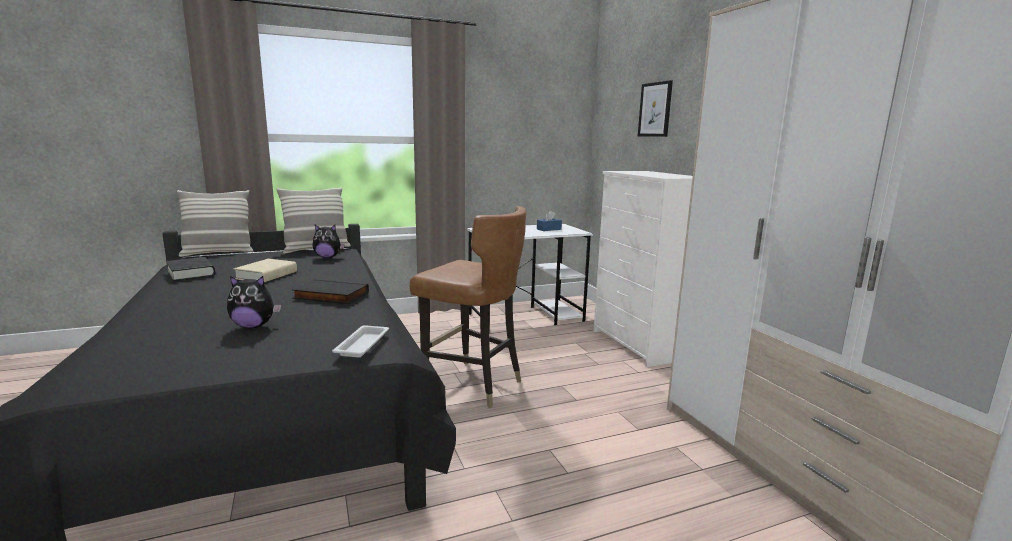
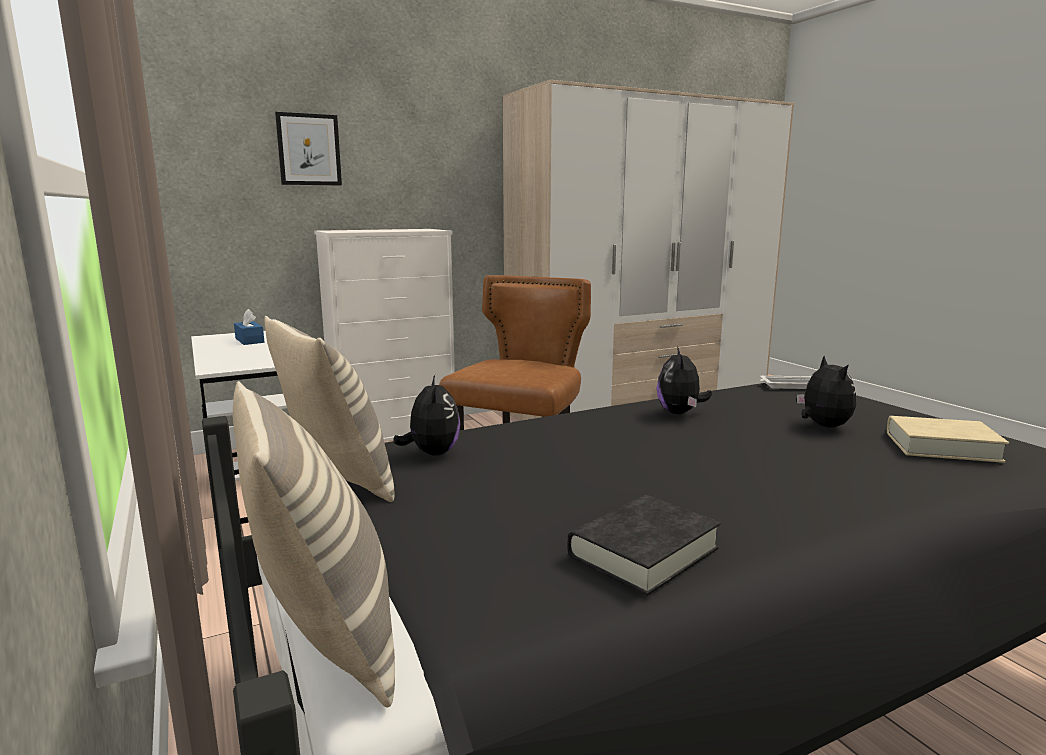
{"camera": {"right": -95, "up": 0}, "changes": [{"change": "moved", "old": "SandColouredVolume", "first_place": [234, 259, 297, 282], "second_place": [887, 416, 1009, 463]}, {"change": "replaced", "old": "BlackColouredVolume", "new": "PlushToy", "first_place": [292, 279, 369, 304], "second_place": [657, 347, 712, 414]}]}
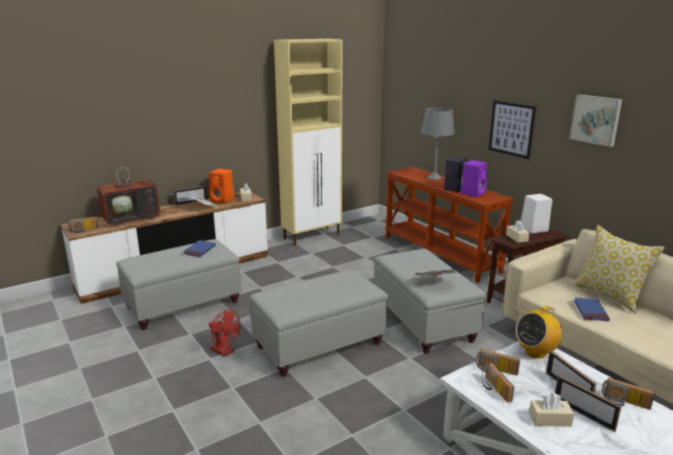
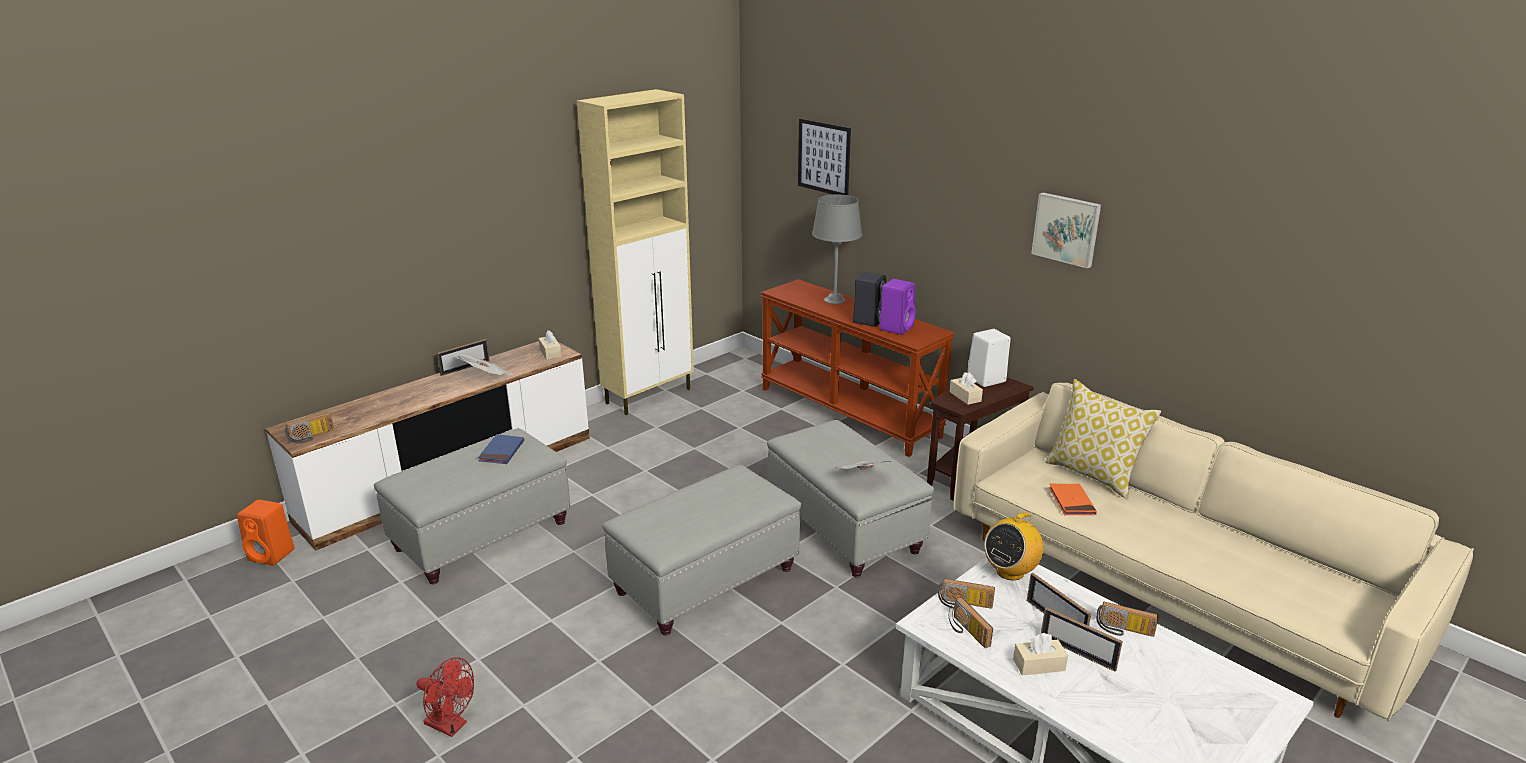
{"camera": {"right": -10, "up": 5}, "changes": [{"change": "moved", "old": "WallPicture", "first_place": [489, 100, 536, 159], "second_place": [798, 119, 851, 195]}, {"change": "removed", "old": "Tv", "first_place": [97, 154, 165, 227]}, {"change": "moved", "old": "OrangeColouredSpeaker", "first_place": [209, 169, 235, 204], "second_place": [237, 500, 294, 566]}, {"change": "recoloured", "old": "BlueVolume", "new": "OrangeColouredVolume", "first_place": [574, 298, 610, 321], "second_place": [1049, 484, 1097, 515]}, {"change": "moved", "old": "RedColouredCoolingFan", "first_place": [209, 309, 241, 357], "second_place": [417, 657, 474, 737]}]}
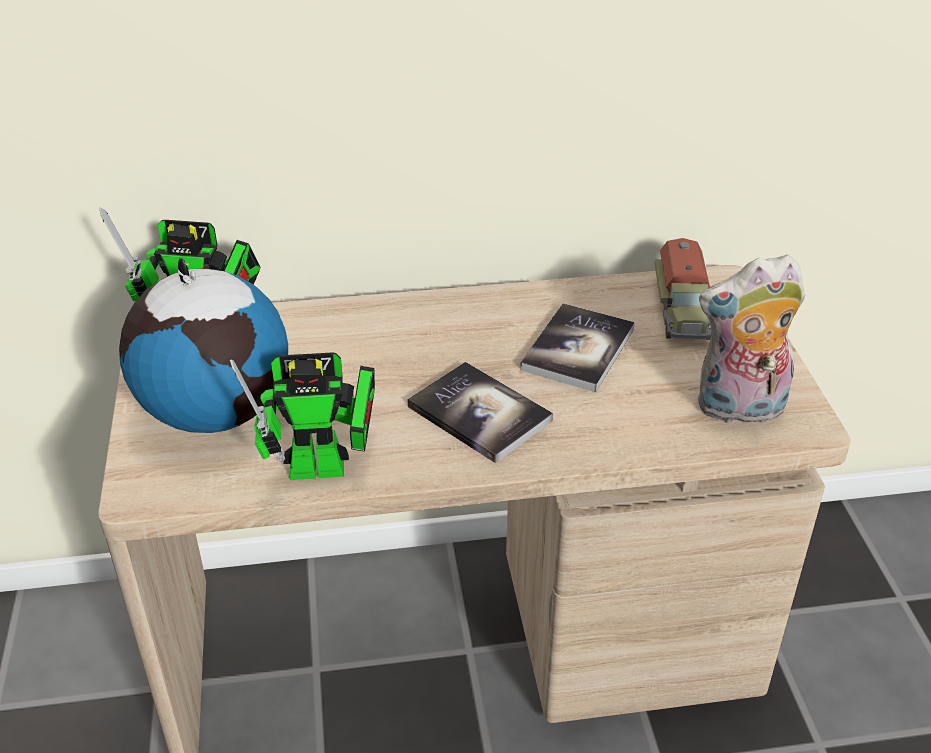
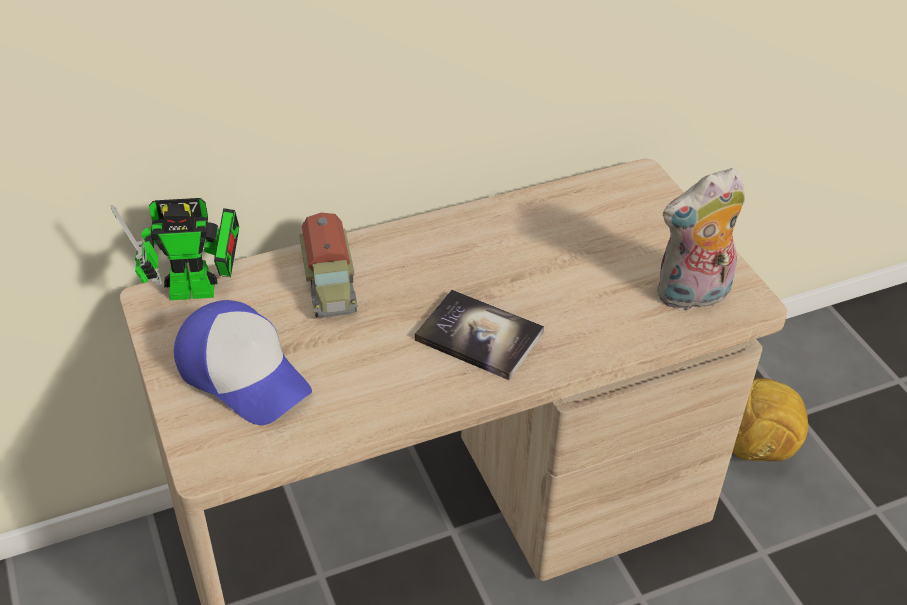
{"camera": {"right": -15, "up": 5}, "changes": [{"change": "moved", "old": "ToyTruck", "first_place": [655, 238, 711, 340], "second_place": [299, 213, 358, 318]}, {"change": "replaced", "old": "DeskGlobe", "new": "Cap", "first_place": [119, 258, 288, 433], "second_place": [174, 300, 312, 425]}, {"change": "removed", "old": "Volume", "first_place": [520, 303, 635, 392]}, {"change": "removed", "old": "ModelRobot", "first_place": [230, 352, 375, 480]}, {"change": "added", "new": "BallForFootball", "second_place": [732, 378, 808, 461]}]}
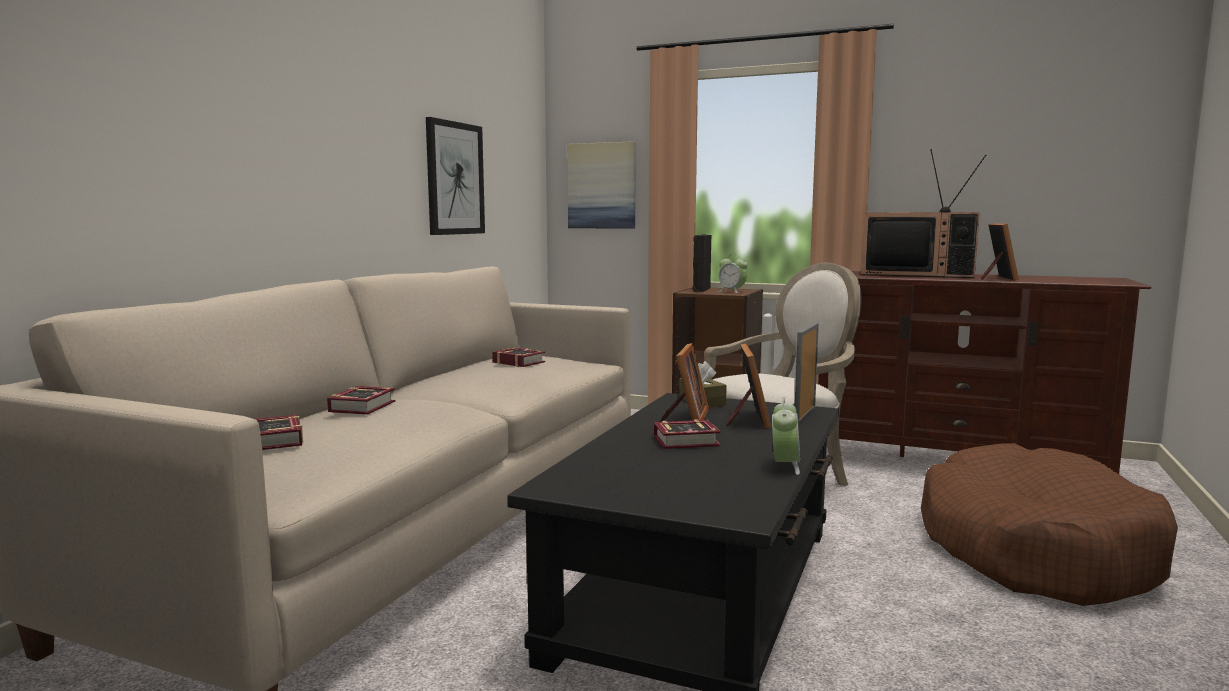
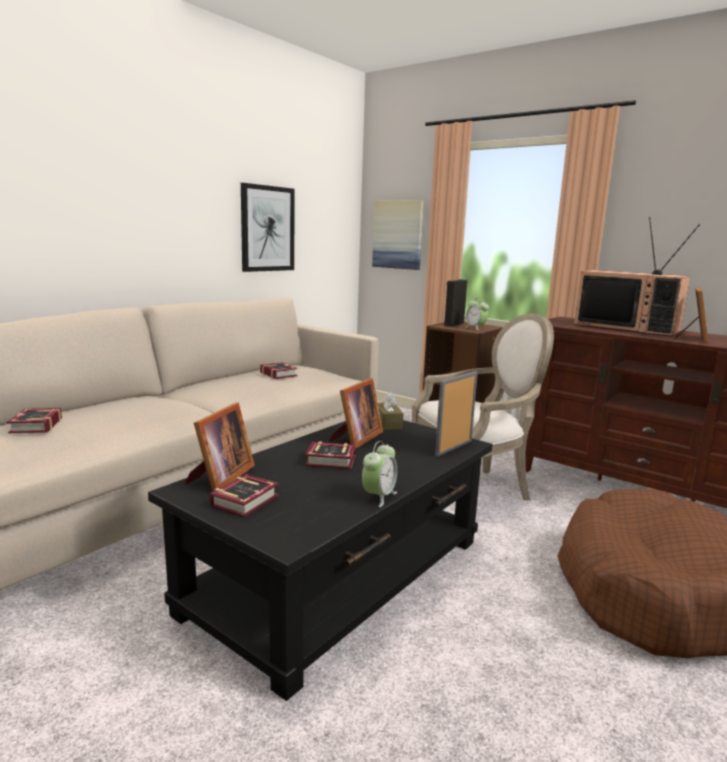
{"camera": {"right": 15, "up": 5}, "changes": [{"change": "moved", "old": "PictureFrame", "first_place": [726, 343, 771, 429], "second_place": [185, 403, 255, 492]}, {"change": "moved", "old": "Volume", "first_place": [327, 386, 395, 414], "second_place": [210, 474, 279, 518]}]}
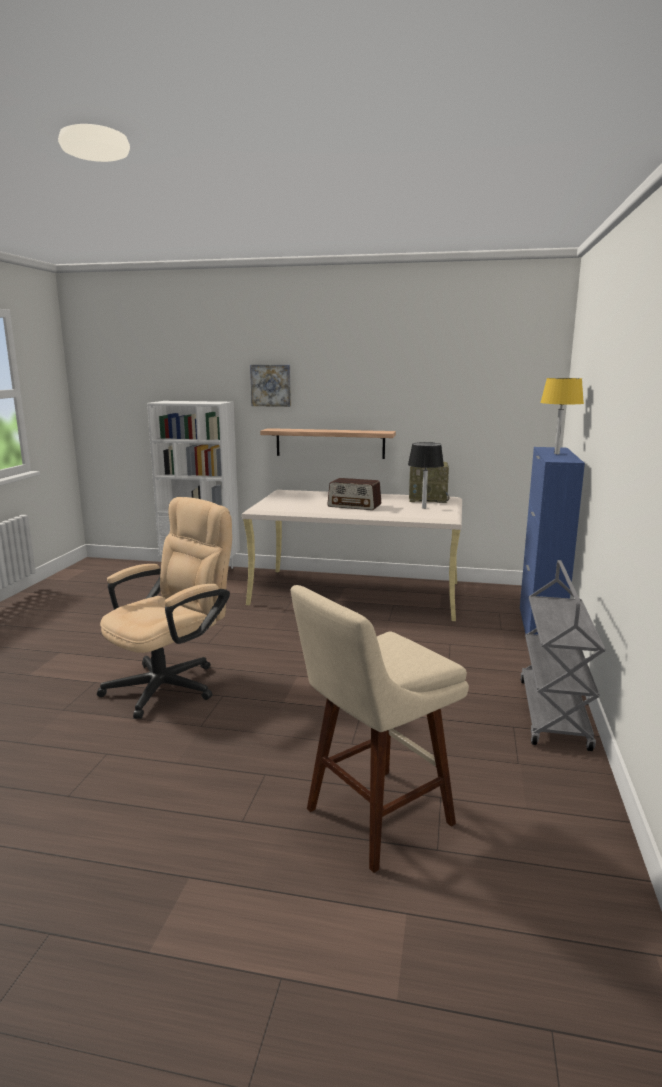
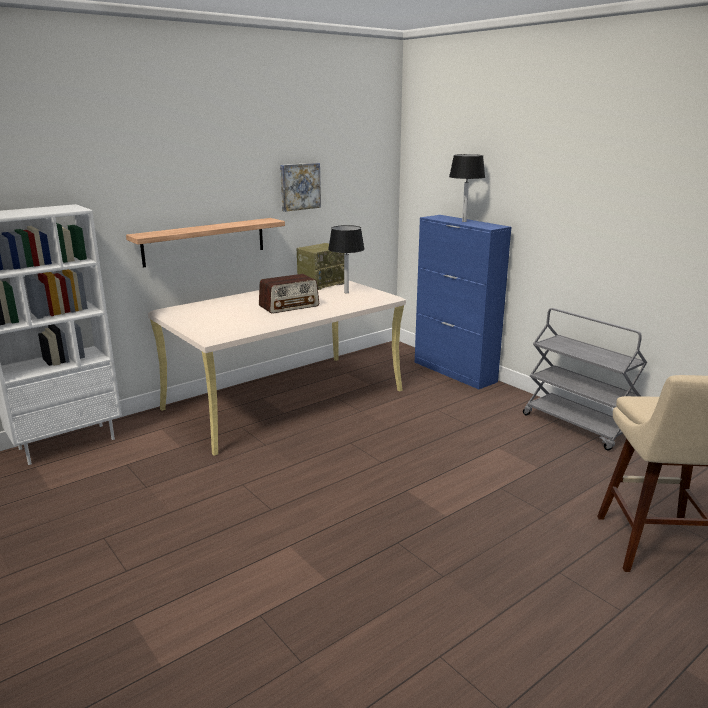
{"camera": {"right": -50, "up": 5}, "changes": [{"change": "moved", "old": "WallPicture", "first_place": [250, 365, 291, 407], "second_place": [280, 163, 321, 212]}, {"change": "recoloured", "old": "YellowColouredTabletopLamp", "new": "BlackColouredTabletopLamp", "first_place": [540, 378, 584, 454], "second_place": [449, 154, 485, 222]}, {"change": "removed", "old": "SandColouredComputerChair", "first_place": [97, 497, 232, 719]}]}
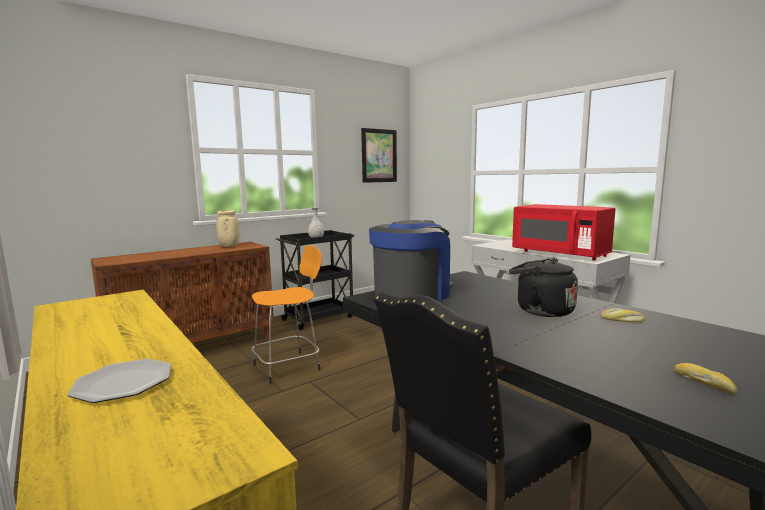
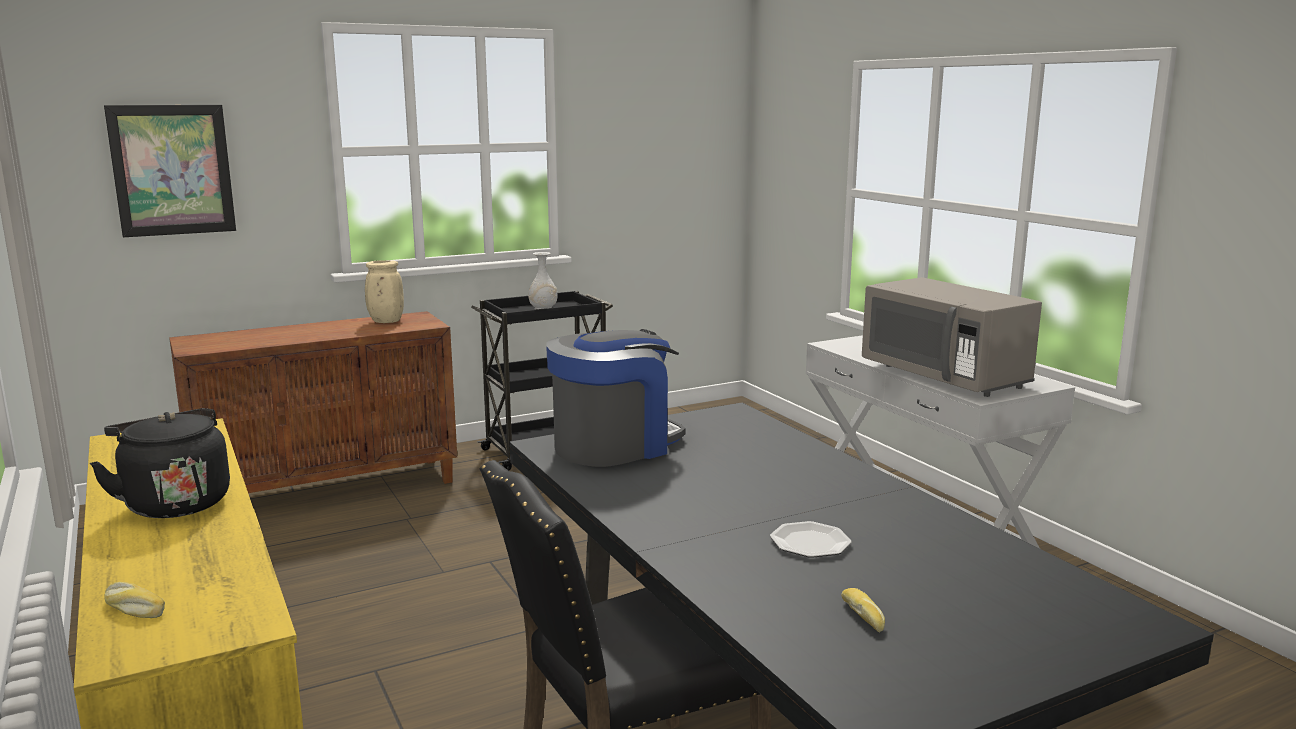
{"camera": {"right": 10, "up": 5}, "changes": [{"change": "moved", "old": "WallPicture", "first_place": [361, 128, 397, 183], "second_place": [104, 105, 236, 237]}, {"change": "recoloured", "old": "RedColouredKitchenMicrowave", "new": "GreyishKitchenMicrowave", "first_place": [512, 204, 616, 261], "second_place": [862, 277, 1042, 397]}, {"change": "removed", "old": "OrangeColouredStool", "first_place": [251, 245, 322, 384]}, {"change": "moved", "old": "BlackColouredWaterKettle", "first_place": [509, 259, 578, 317], "second_place": [90, 408, 230, 518]}, {"change": "moved", "old": "Bread", "first_place": [601, 308, 645, 322], "second_place": [104, 582, 165, 618]}, {"change": "moved", "old": "Plate", "first_place": [67, 359, 171, 403], "second_place": [770, 521, 852, 558]}]}
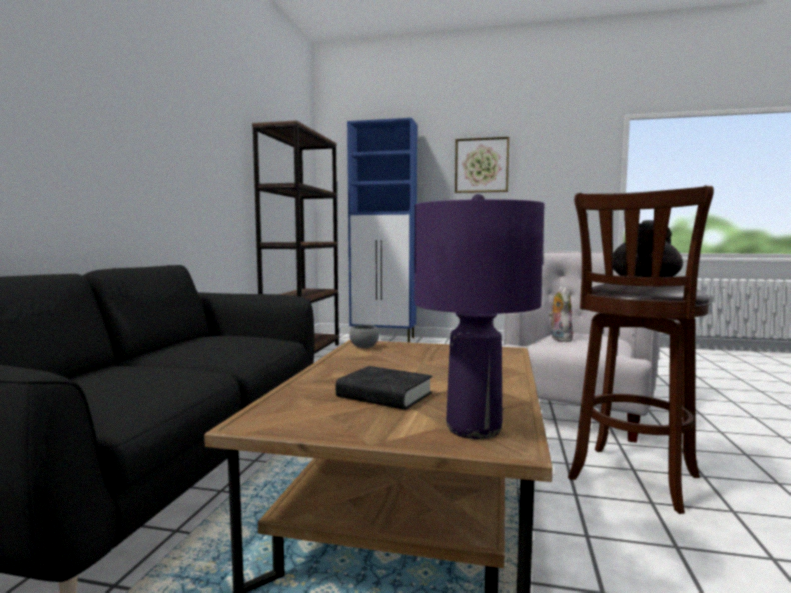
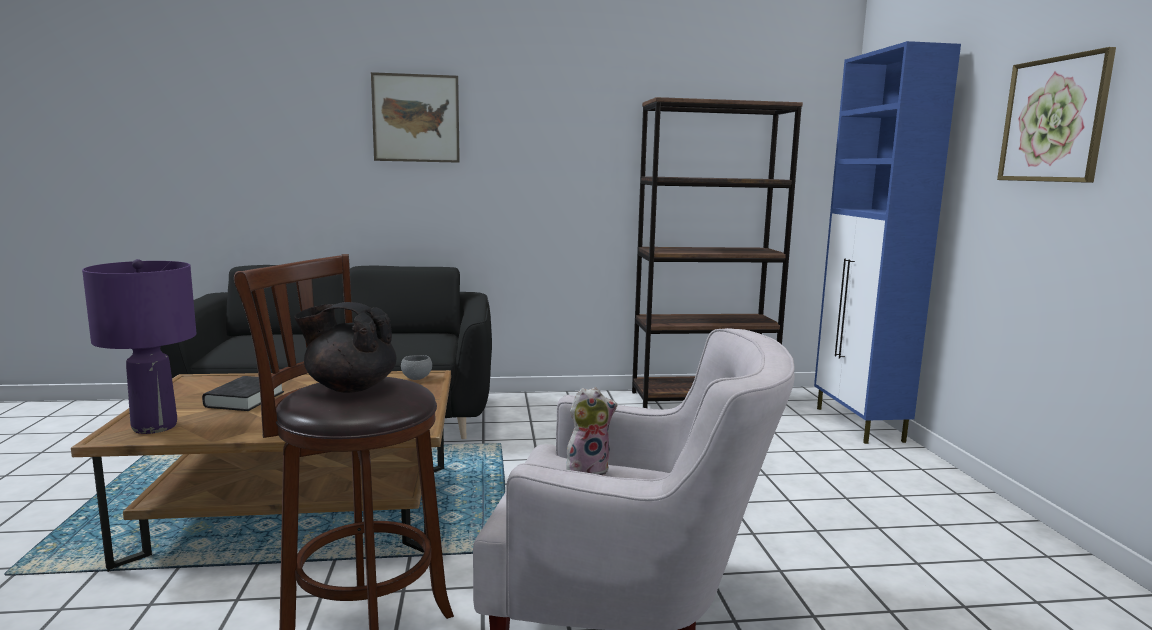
{"camera": {"right": 70, "up": 5}, "changes": [{"change": "added", "new": "WallPicture", "second_place": [371, 72, 460, 163]}]}
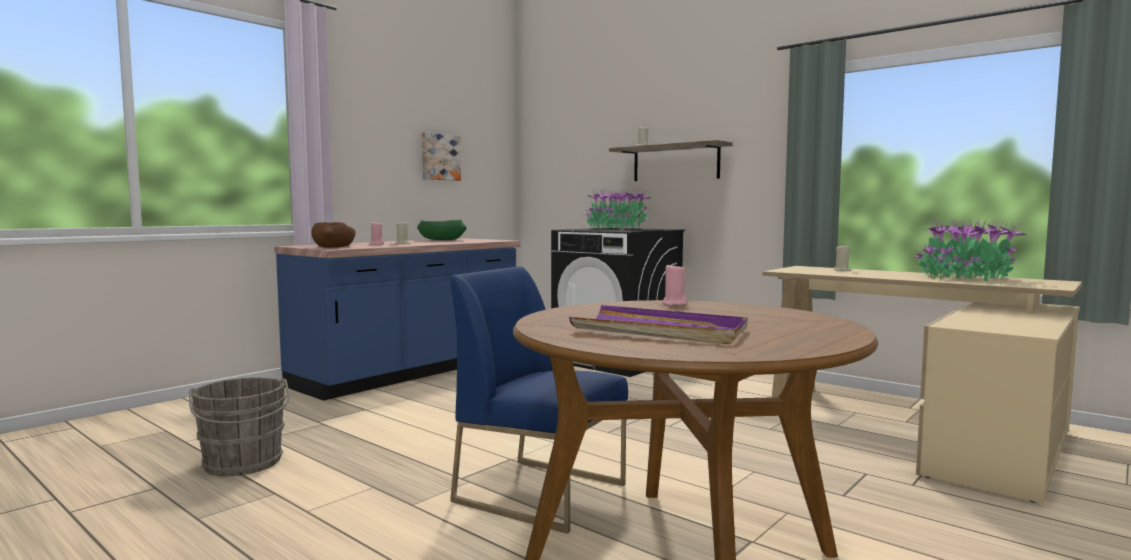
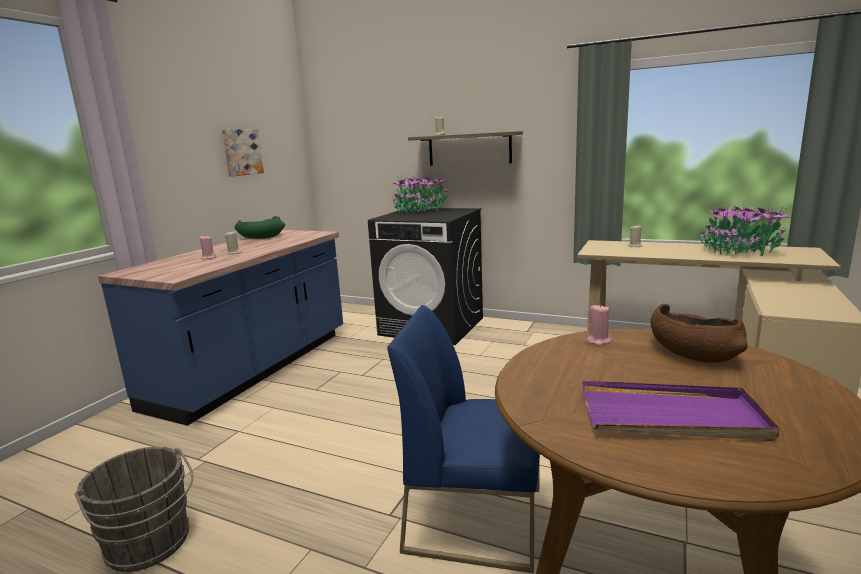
{"camera": {"right": -15, "up": 10}, "changes": [{"change": "moved", "old": "BrownDeepDish", "first_place": [311, 222, 356, 248], "second_place": [650, 303, 748, 363]}]}
